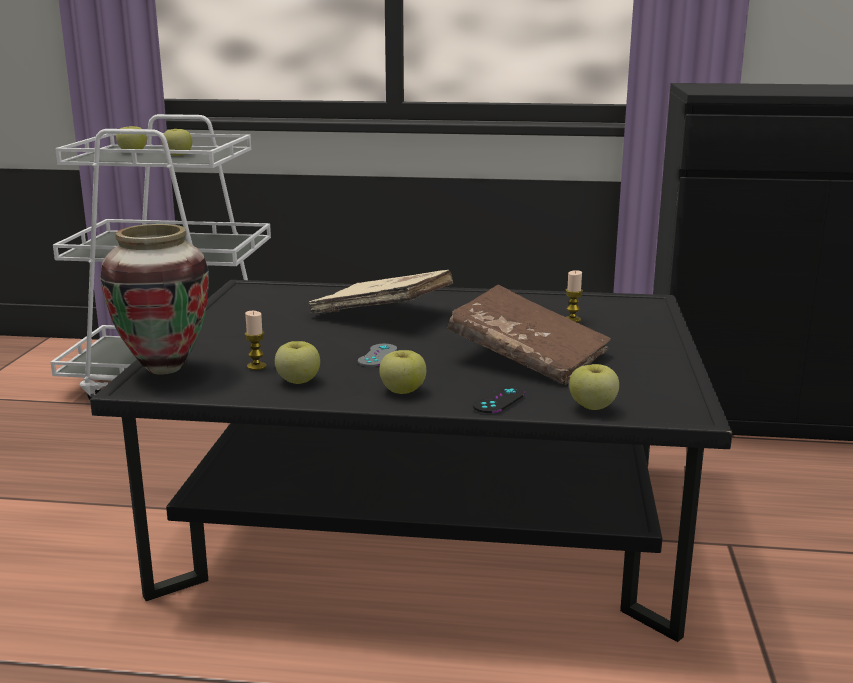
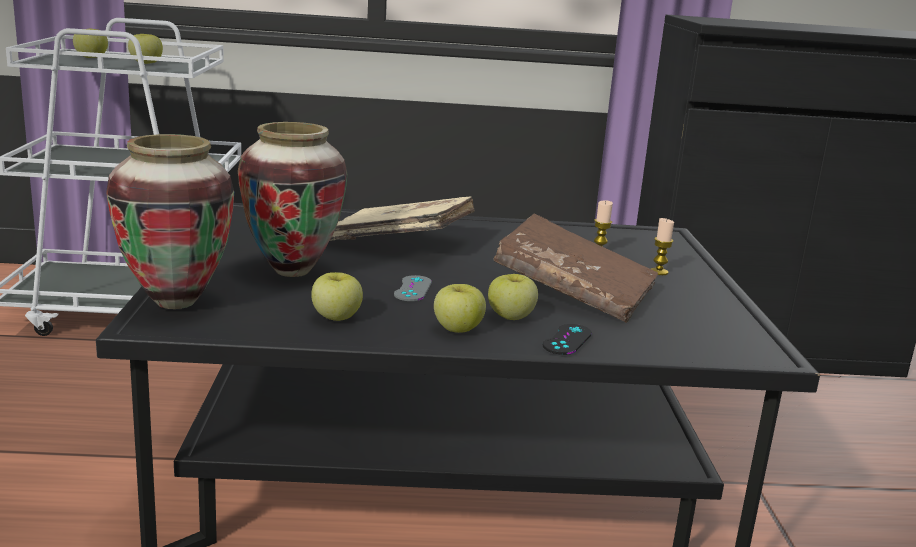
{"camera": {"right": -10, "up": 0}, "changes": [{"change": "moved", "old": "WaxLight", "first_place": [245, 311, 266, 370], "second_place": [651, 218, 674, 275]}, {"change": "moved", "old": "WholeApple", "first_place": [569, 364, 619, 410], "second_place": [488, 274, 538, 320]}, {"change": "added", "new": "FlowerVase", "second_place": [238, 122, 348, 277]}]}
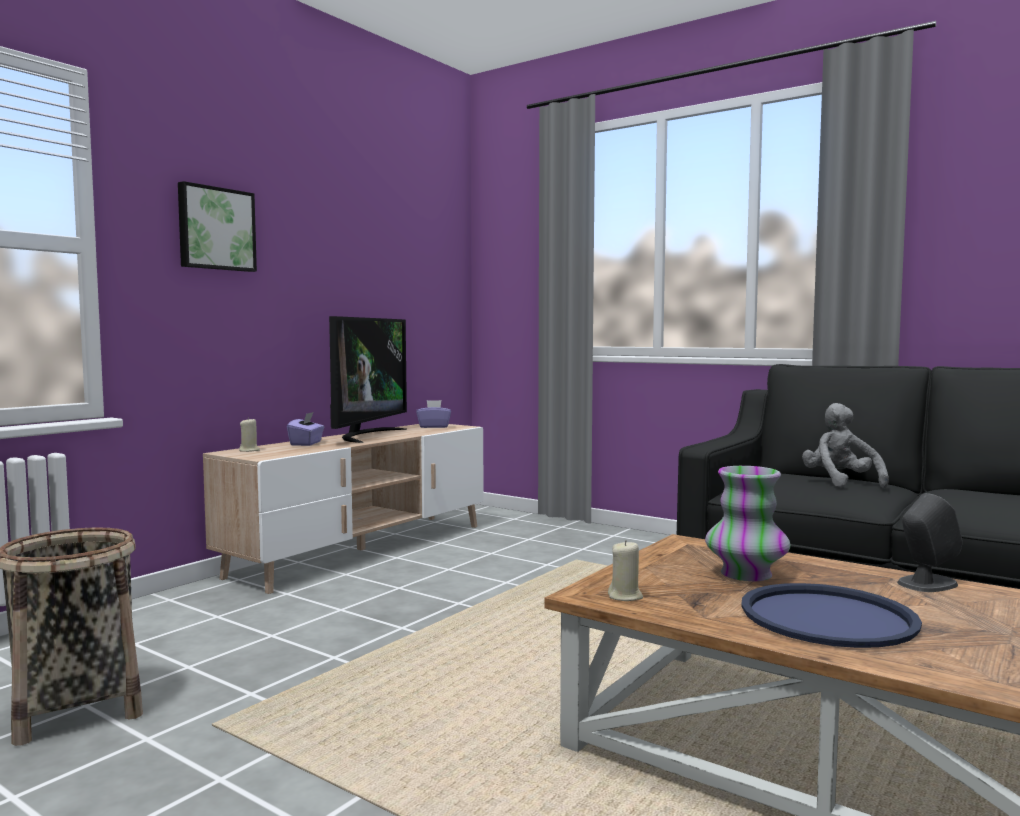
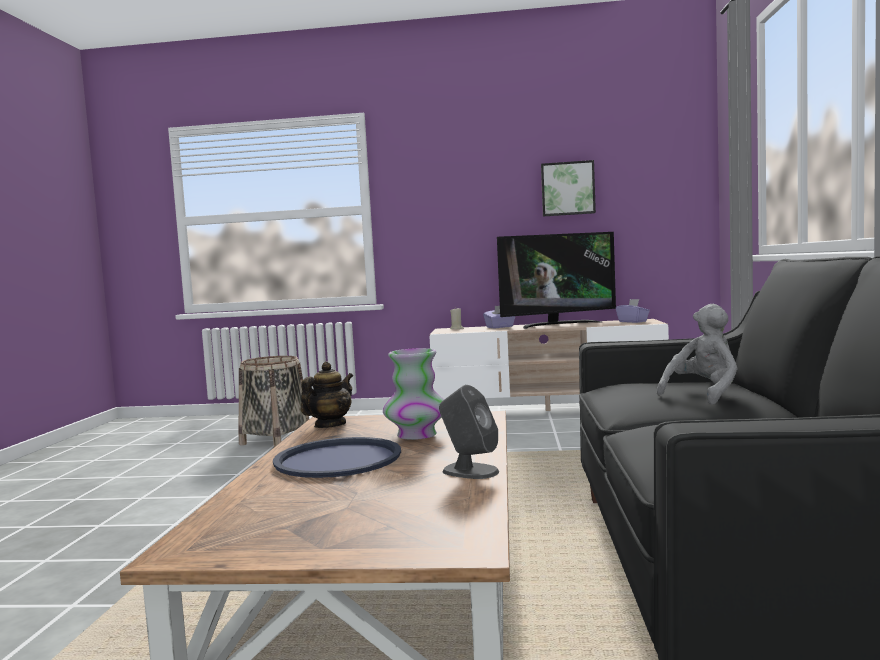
{"camera": {"right": 60, "up": 0}, "changes": [{"change": "moved", "old": "WallPicture", "first_place": [178, 181, 257, 272], "second_place": [541, 160, 596, 216]}, {"change": "replaced", "old": "SandColouredWaxLight", "new": "Teapot", "first_place": [608, 540, 643, 601], "second_place": [301, 362, 353, 428]}]}
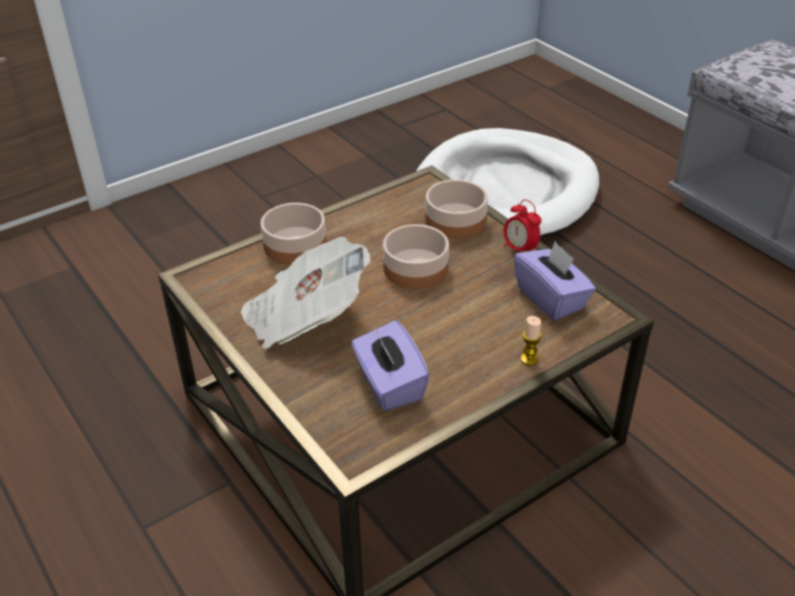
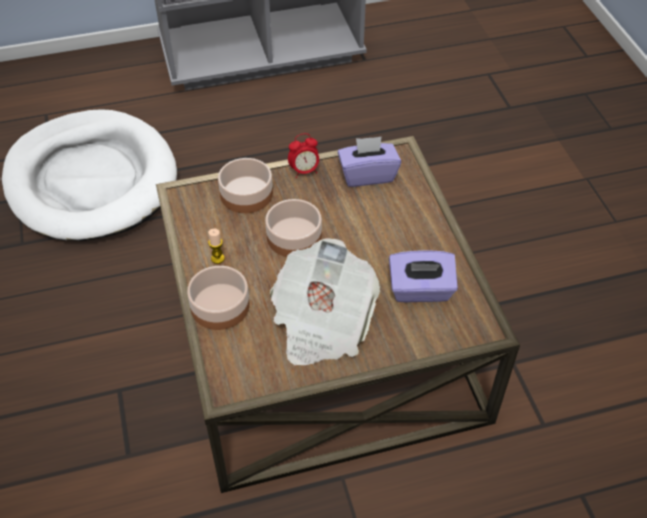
{"camera": {"right": -70, "up": 10}, "changes": [{"change": "moved", "old": "WaxLight", "first_place": [521, 316, 541, 366], "second_place": [208, 229, 225, 264]}]}
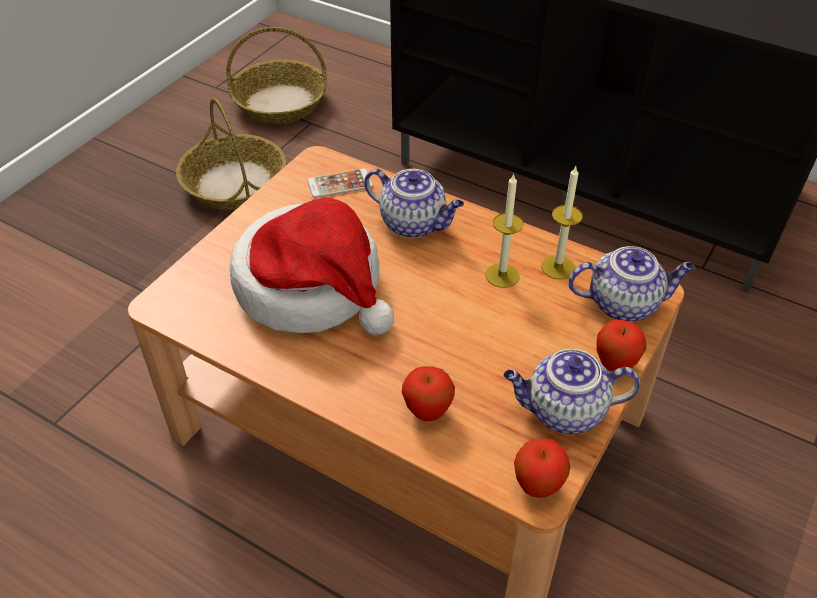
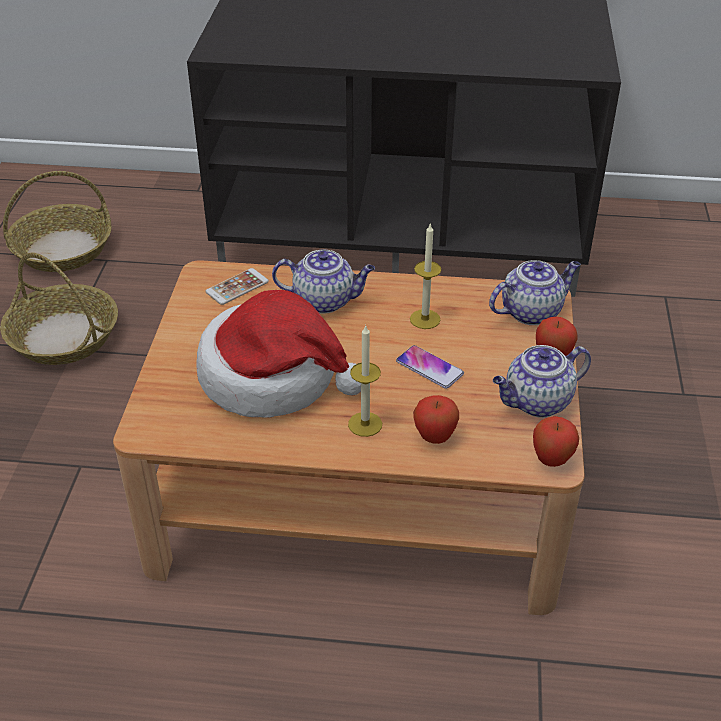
{"camera": {"right": -25, "up": -5}, "changes": [{"change": "moved", "old": "WaxLight", "first_place": [541, 166, 583, 280], "second_place": [348, 326, 382, 437]}, {"change": "added", "new": "Telephone", "second_place": [396, 345, 464, 389]}]}
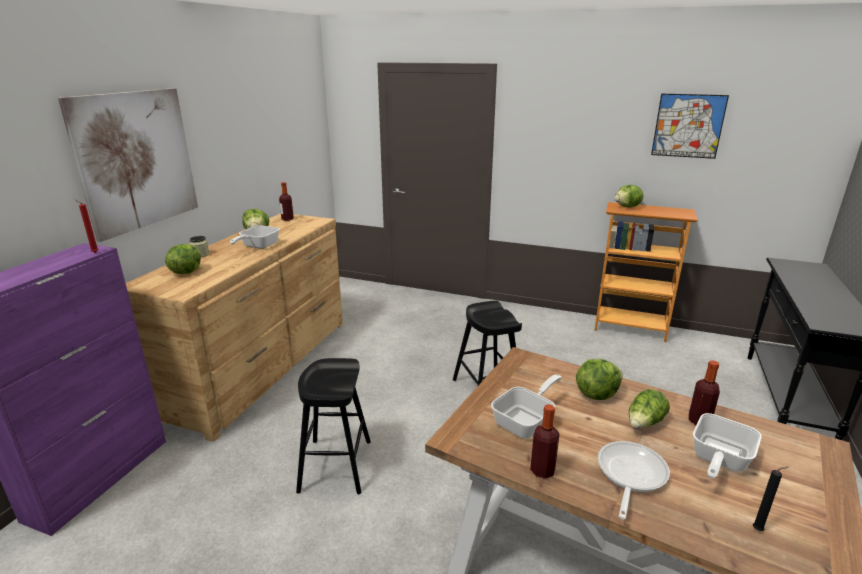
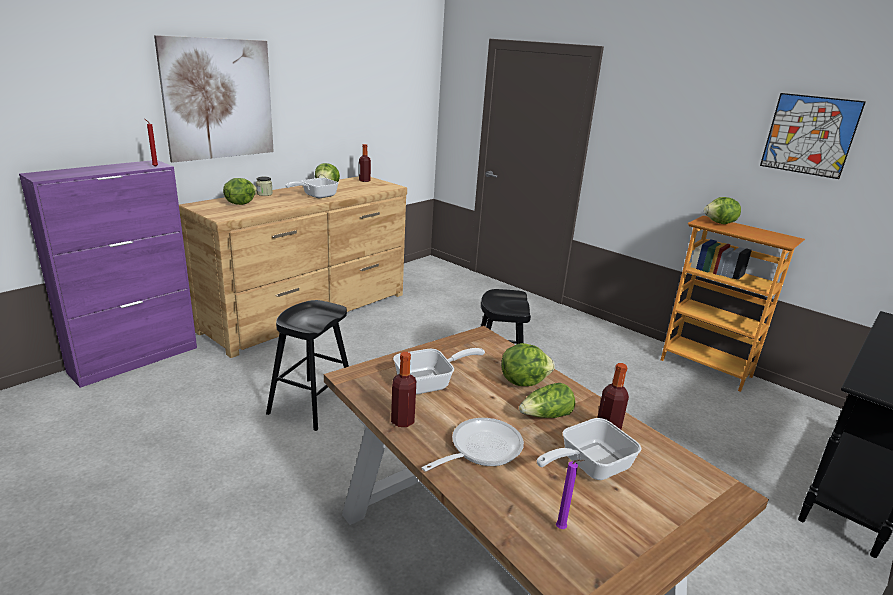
{"camera": {"right": 20, "up": 0}, "changes": [{"change": "recoloured", "old": "BlackColouredWaxLight", "new": "PurpleColouredWaxLight", "first_place": [753, 466, 789, 531], "second_place": [556, 459, 585, 529]}]}
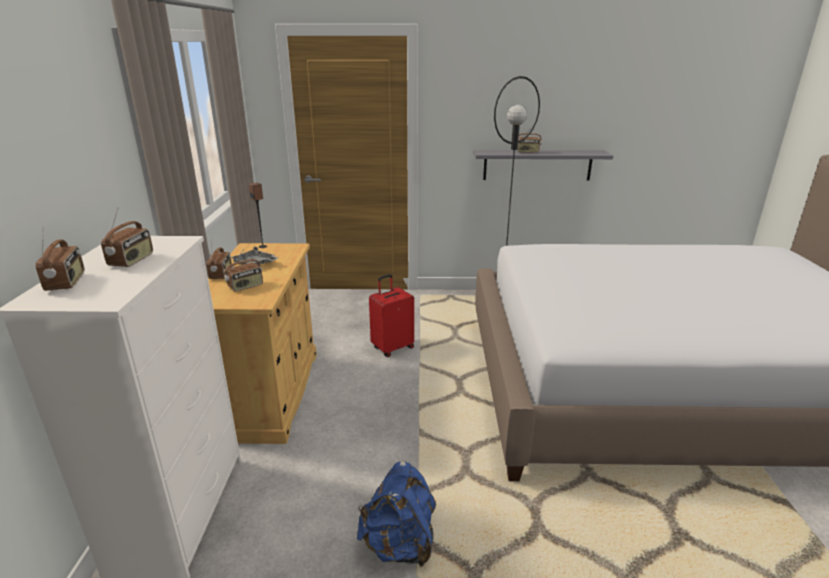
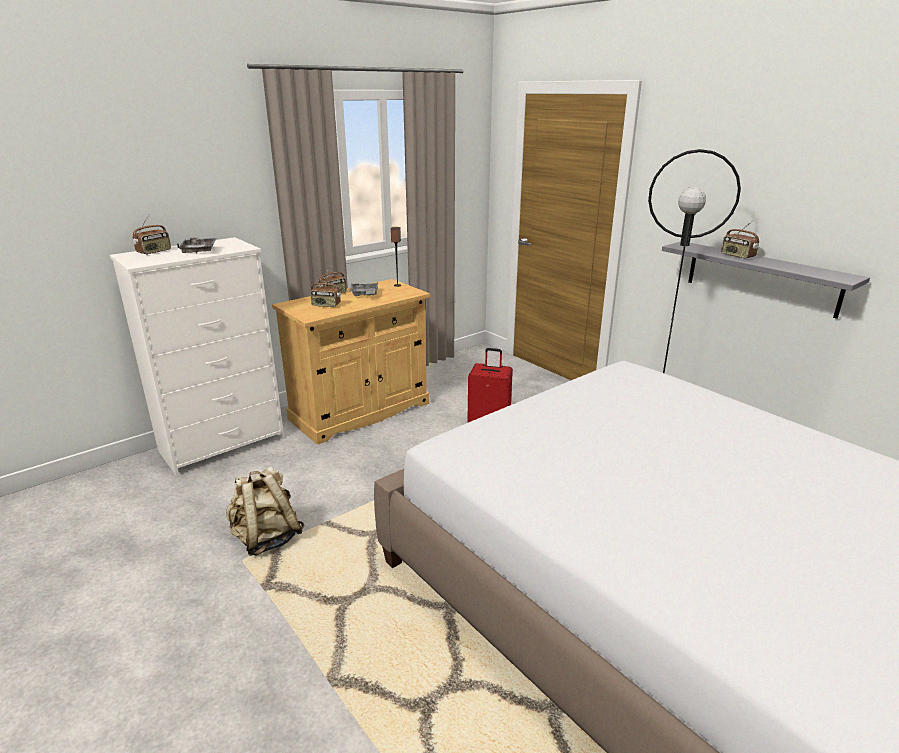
{"camera": {"right": 50, "up": 0}, "changes": [{"change": "replaced", "old": "Radio", "new": "GreyishCarryingTray", "first_place": [101, 208, 153, 267], "second_place": [177, 237, 217, 254]}, {"change": "recoloured", "old": "BlueKnapsack", "new": "SandColouredKnapsack", "first_place": [357, 461, 436, 567], "second_place": [226, 466, 304, 556]}]}
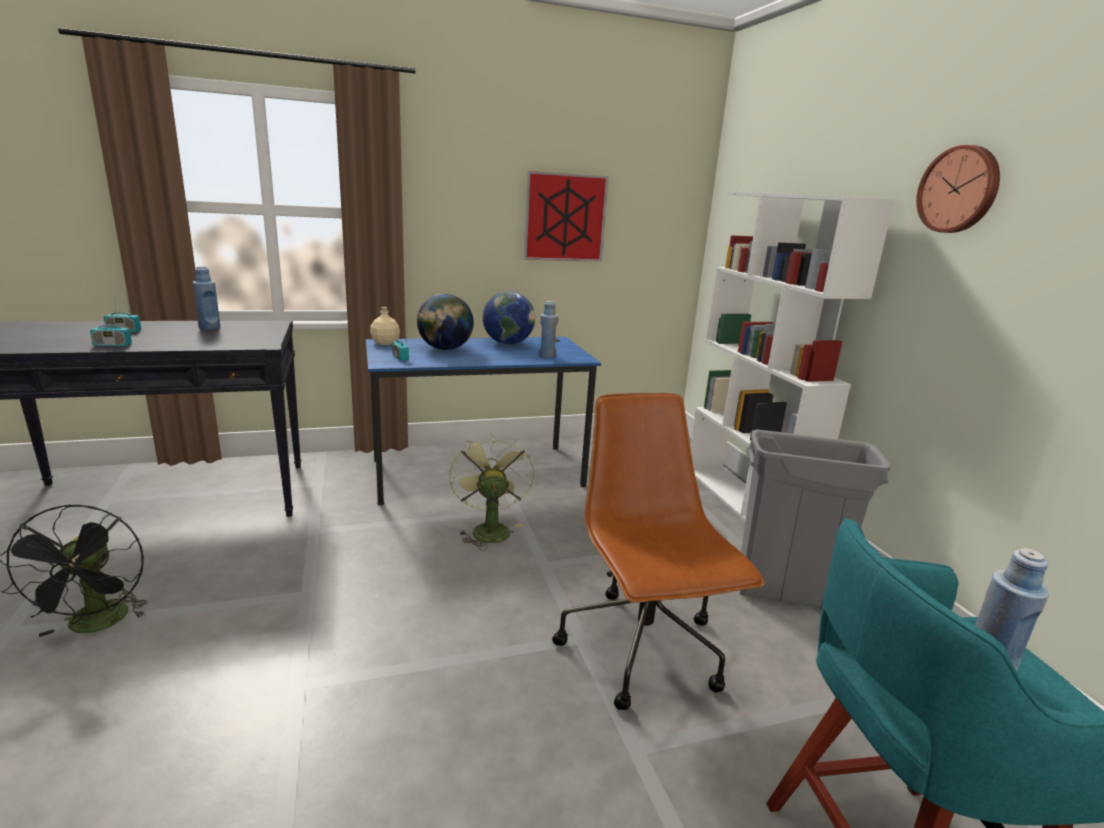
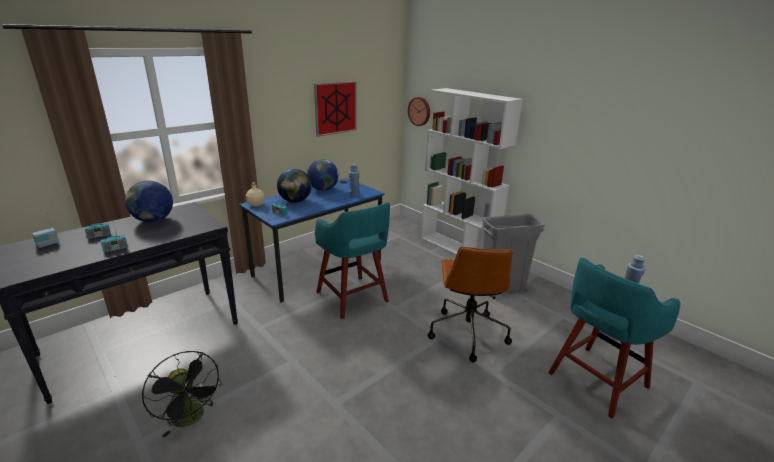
{"camera": {"right": -25, "up": 5}, "changes": [{"change": "moved", "old": "ClockOnTheWall", "first_place": [916, 145, 1000, 233], "second_place": [408, 97, 430, 126]}, {"change": "replaced", "old": "BlueBeverageBottle", "new": "DeskGlobe", "first_place": [192, 266, 220, 330], "second_place": [125, 181, 173, 222]}, {"change": "turned", "old": "BrownComputerChair", "first_place": [552, 393, 765, 710], "second_place": [428, 247, 513, 362], "degrees": -135}, {"change": "replaced", "old": "GreenCoolingFan", "new": "BlueGreenStool", "first_place": [449, 433, 535, 550], "second_place": [315, 202, 390, 319]}, {"change": "added", "new": "Radio", "second_place": [32, 213, 59, 248]}]}
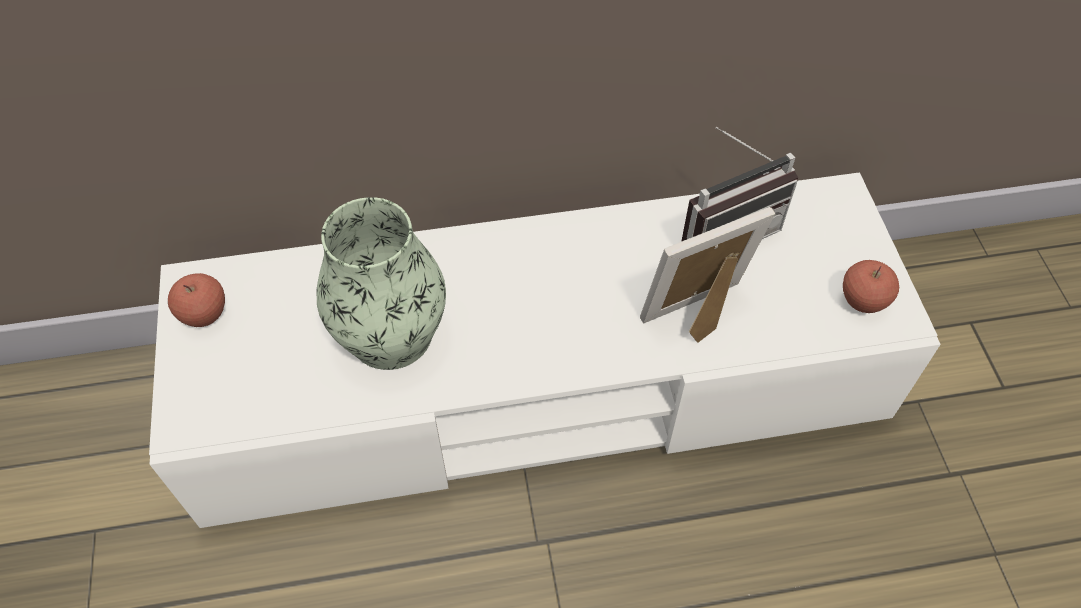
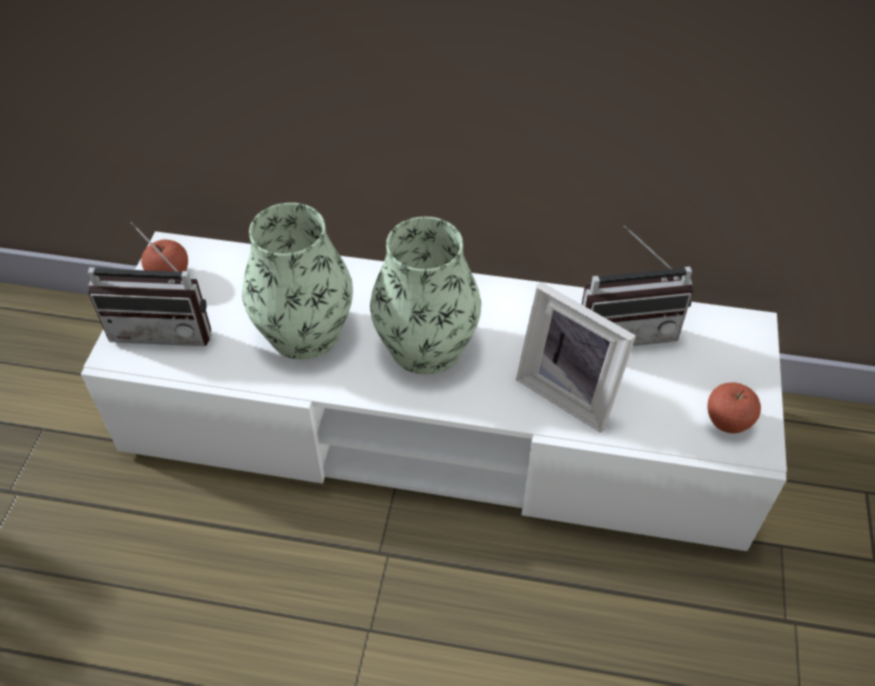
{"camera": {"right": 20, "up": -5}, "changes": [{"change": "turned", "old": "PictureFrame", "first_place": [640, 207, 775, 343], "second_place": [516, 282, 636, 433], "degrees": -135}, {"change": "added", "new": "FlowerVase", "second_place": [370, 217, 481, 375]}, {"change": "added", "new": "Radio", "second_place": [88, 222, 211, 346]}]}
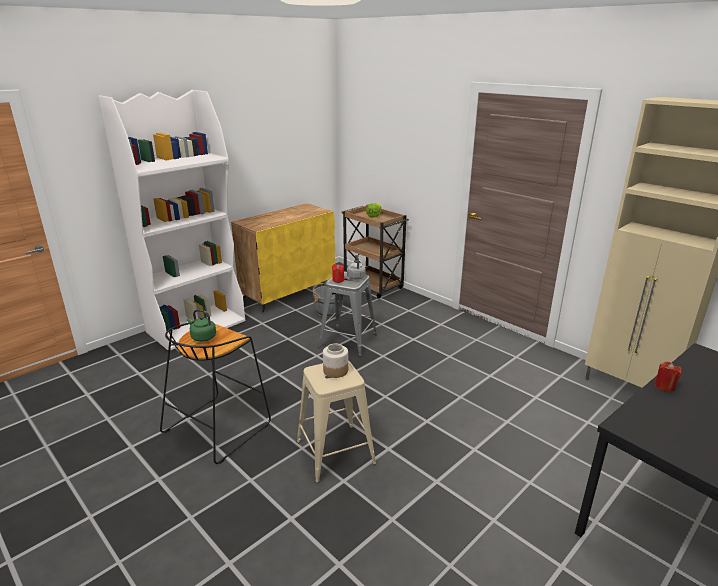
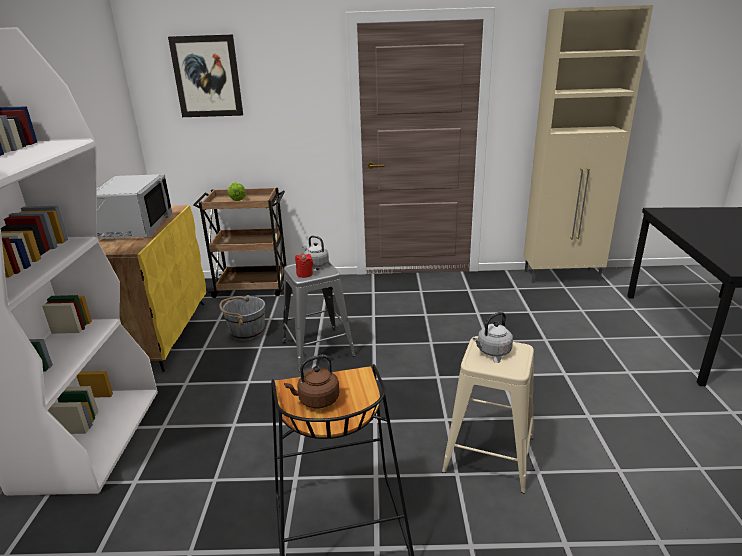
{"camera": {"right": -45, "up": 0}, "changes": [{"change": "recoloured", "old": "GreenWaterKettle", "new": "BrownWaterKettle", "first_place": [187, 309, 216, 342], "second_place": [284, 355, 339, 408]}, {"change": "replaced", "old": "PreserveJar", "new": "GreyishWaterKettle", "first_place": [323, 343, 348, 378], "second_place": [473, 312, 513, 357]}, {"change": "removed", "old": "RedColouredWaxLight", "first_place": [654, 362, 682, 392]}, {"change": "added", "new": "WallPicture", "second_place": [168, 34, 243, 117]}, {"change": "added", "new": "GreyishKitchenMicrowave", "second_place": [97, 174, 172, 239]}]}
